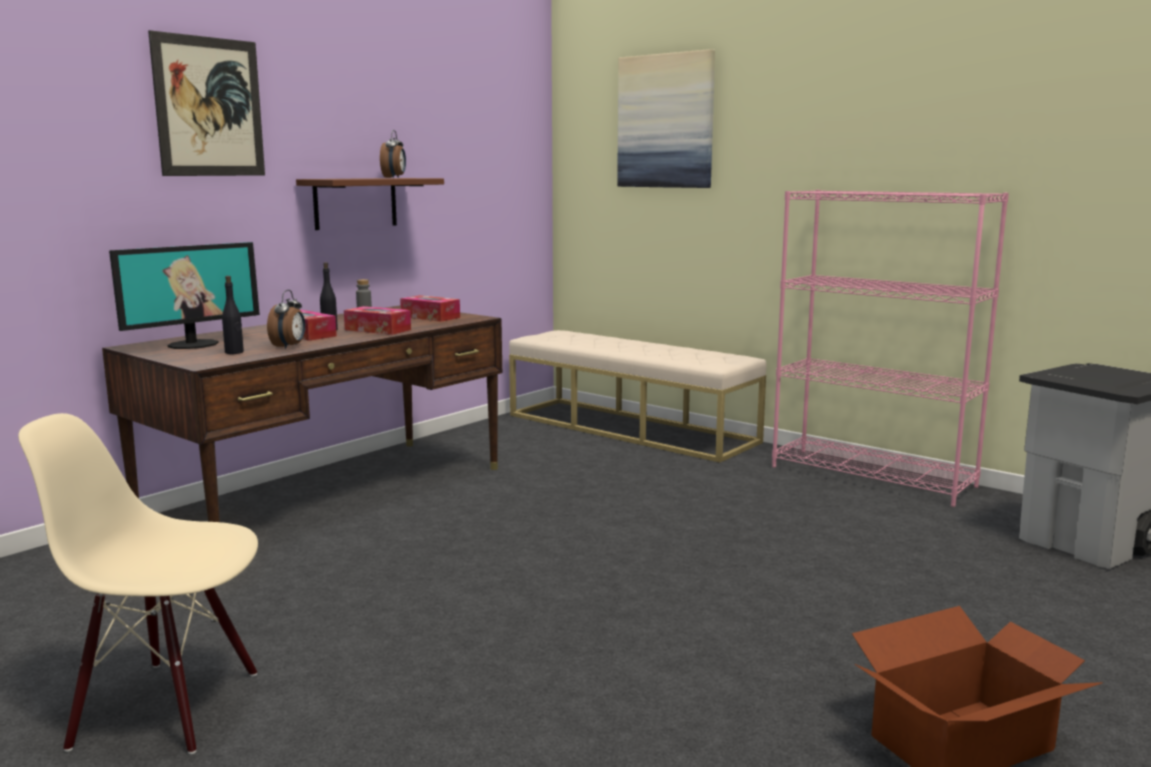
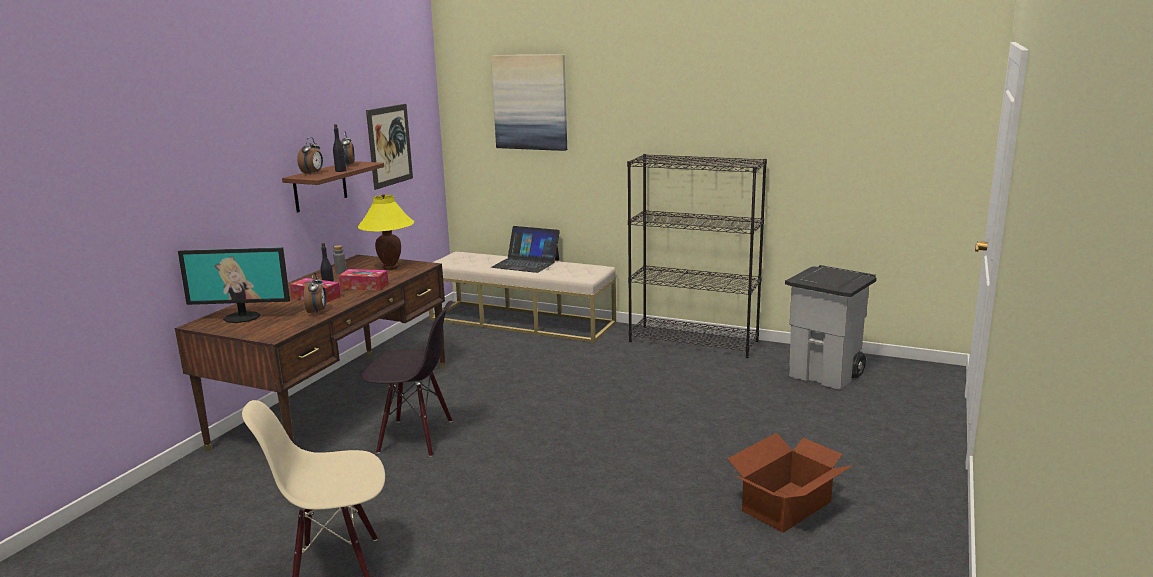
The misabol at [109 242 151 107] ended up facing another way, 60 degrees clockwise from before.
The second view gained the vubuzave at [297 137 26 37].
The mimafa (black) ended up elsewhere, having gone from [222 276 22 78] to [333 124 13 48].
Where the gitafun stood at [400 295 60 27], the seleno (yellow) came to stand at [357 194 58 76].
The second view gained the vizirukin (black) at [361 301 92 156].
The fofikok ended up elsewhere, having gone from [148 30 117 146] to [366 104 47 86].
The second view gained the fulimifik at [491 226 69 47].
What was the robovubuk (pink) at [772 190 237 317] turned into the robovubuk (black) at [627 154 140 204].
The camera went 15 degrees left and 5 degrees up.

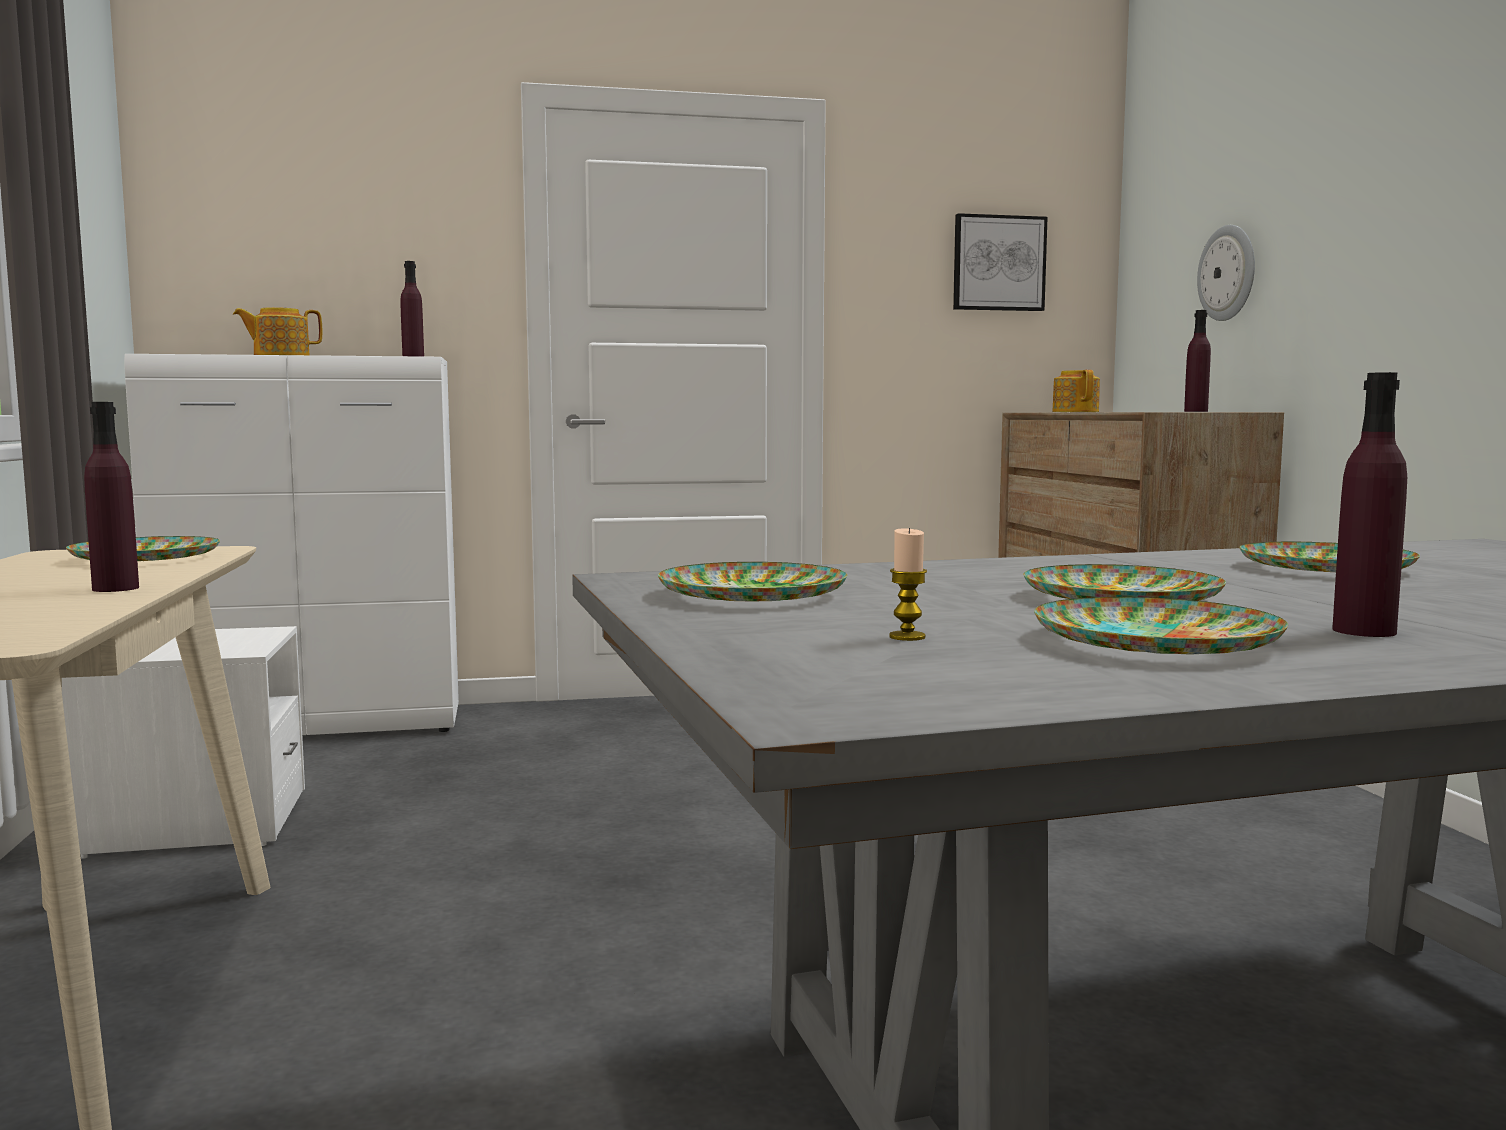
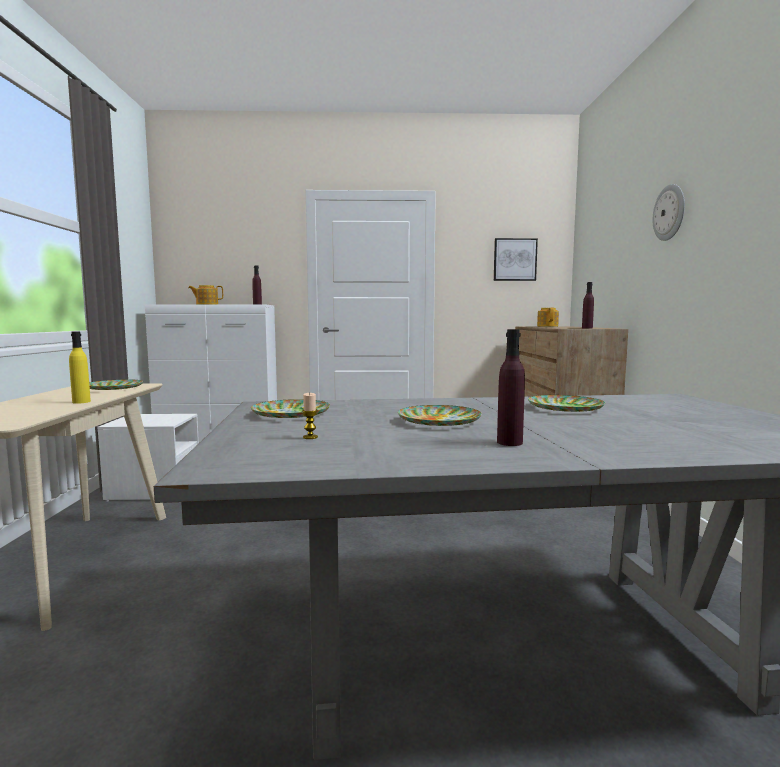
What was the mimafa (purple) at [84 402 55 190] turned into the mimafa (yellow) at [69 331 22 73].
The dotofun ended up elsewhere, having gone from [1197 225 58 96] to [653 184 32 57].
The second view lost the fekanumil at [1034 597 254 58].
The camera went 10 degrees right and 0 degrees up.

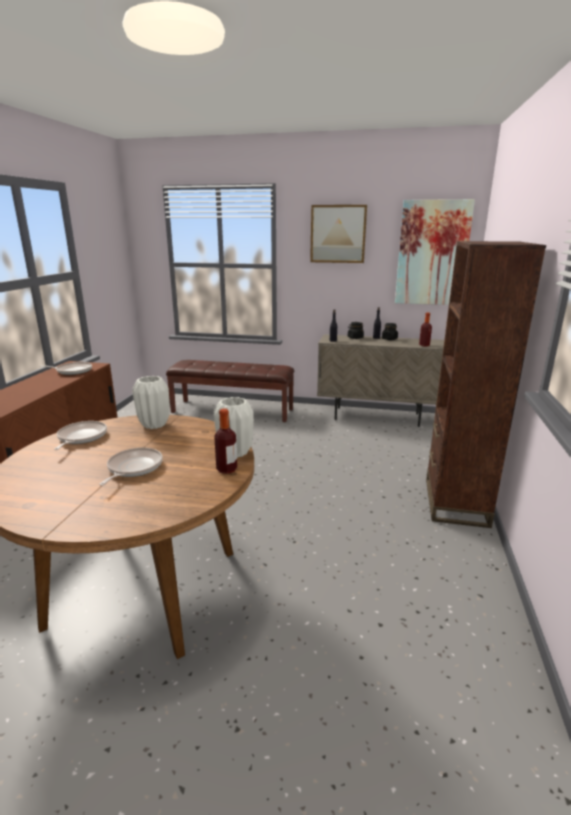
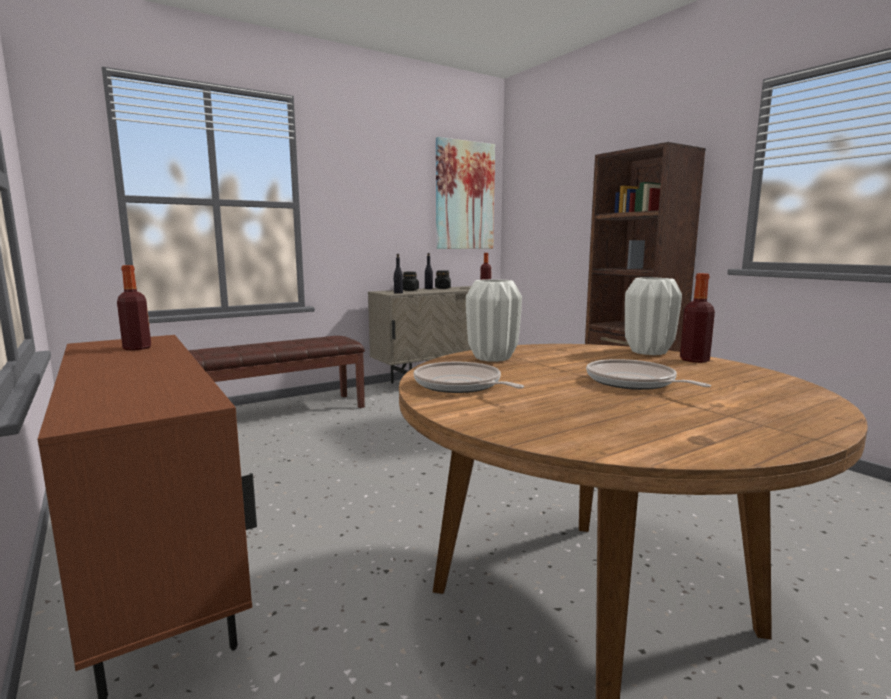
Where the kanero stood at [39 362 53 13], the mimafa came to stand at [117 265 34 85].
The second view lost the fofikok at [310 205 57 58].
The camera went 45 degrees left and 10 degrees down.

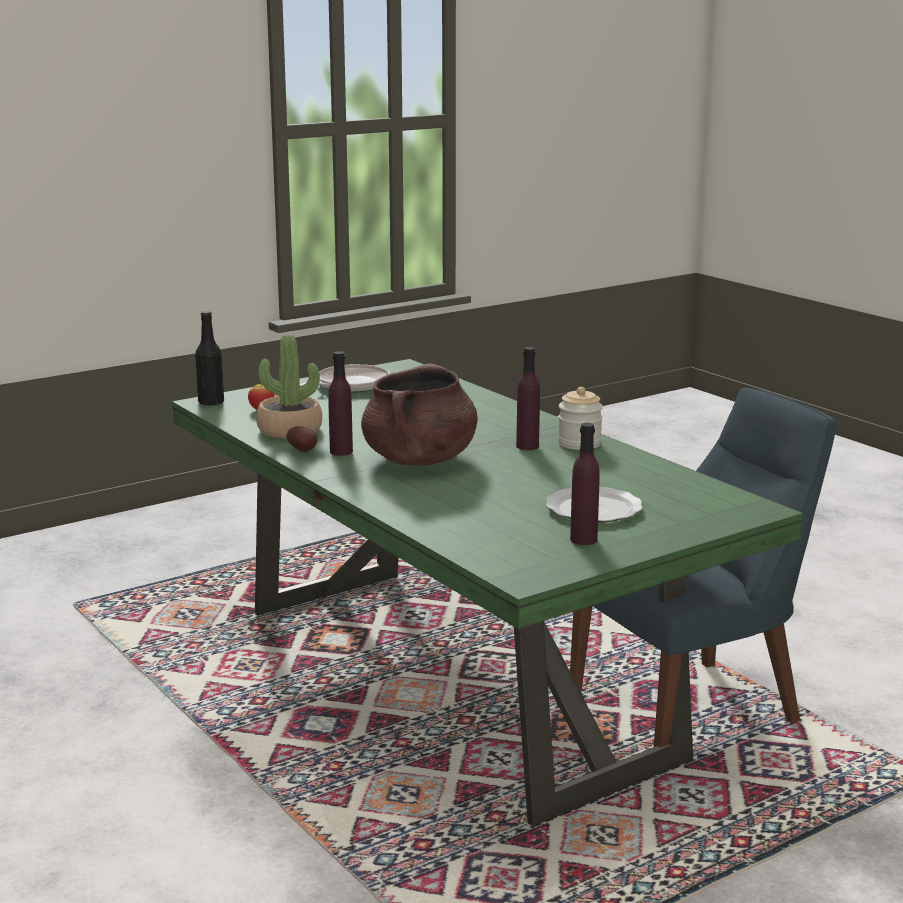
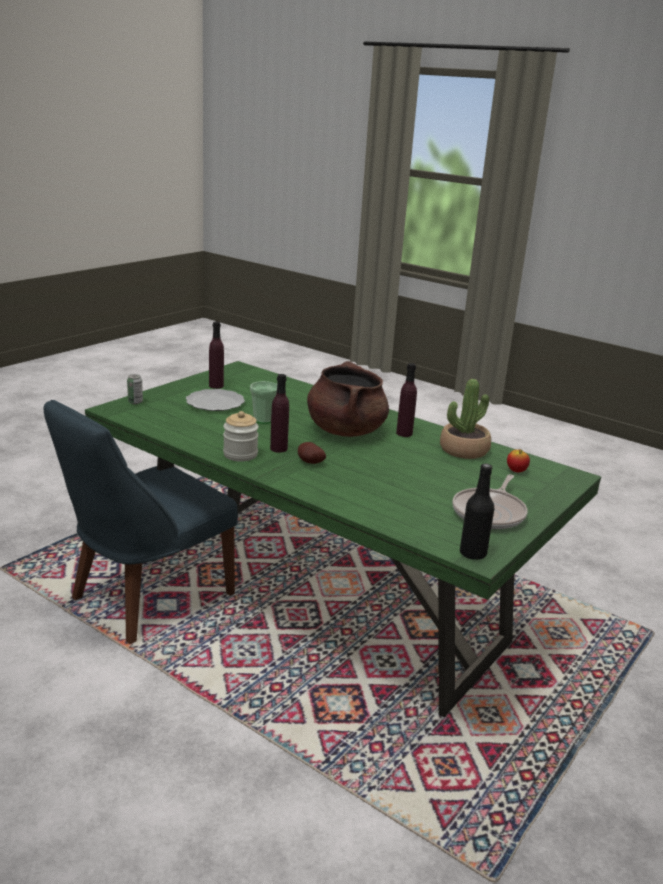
The second view gained the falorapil at [127 374 16 30].
The second view gained the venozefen at [250 381 27 43].
The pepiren ended up elsewhere, having gone from [286 426 32 26] to [298 442 28 22].
The mimafa (black) ended up elsewhere, having gone from [195 311 29 95] to [460 464 35 96].
The camera went 160 degrees right and 5 degrees up.

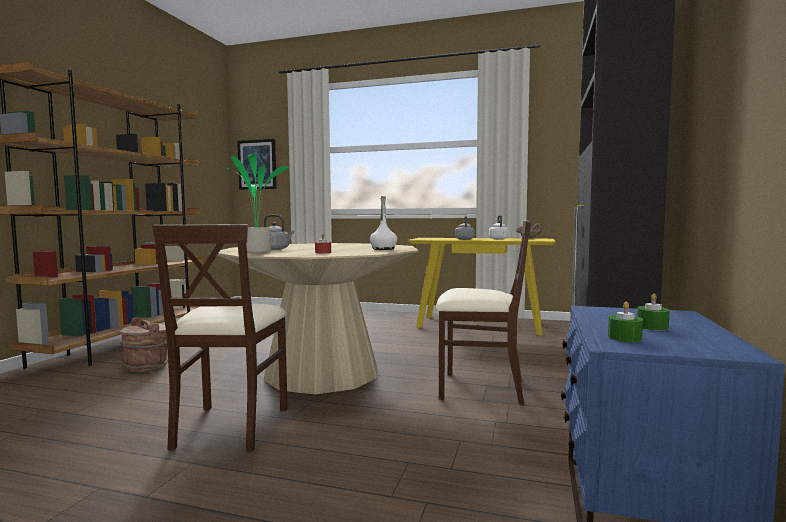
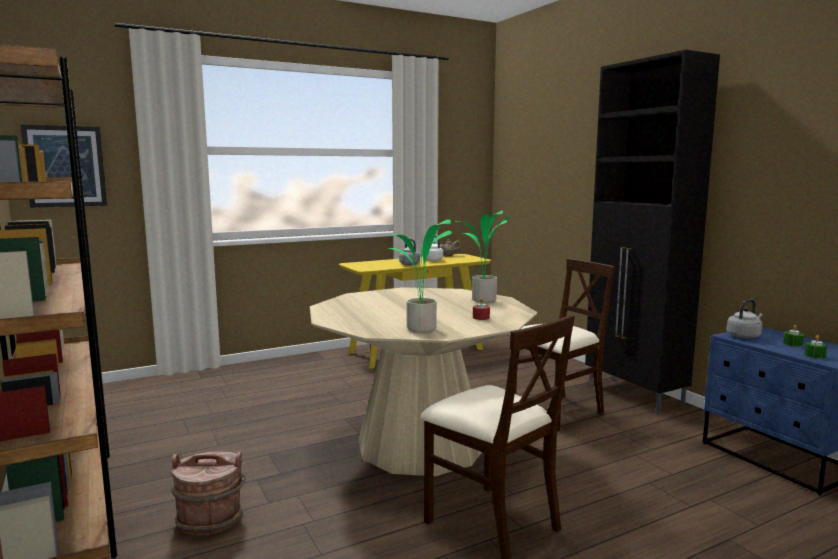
Where the mimafa (white) stood at [370 196 27 54], the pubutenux came to stand at [455 211 56 92].
The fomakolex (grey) ended up elsewhere, having gone from [264 215 30 35] to [727 299 36 40].
The camera went 45 degrees left and 5 degrees up.

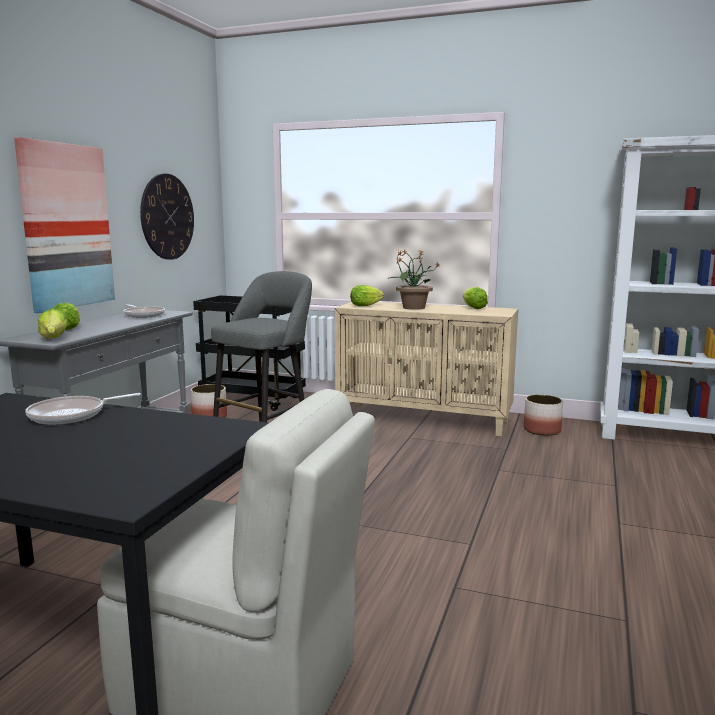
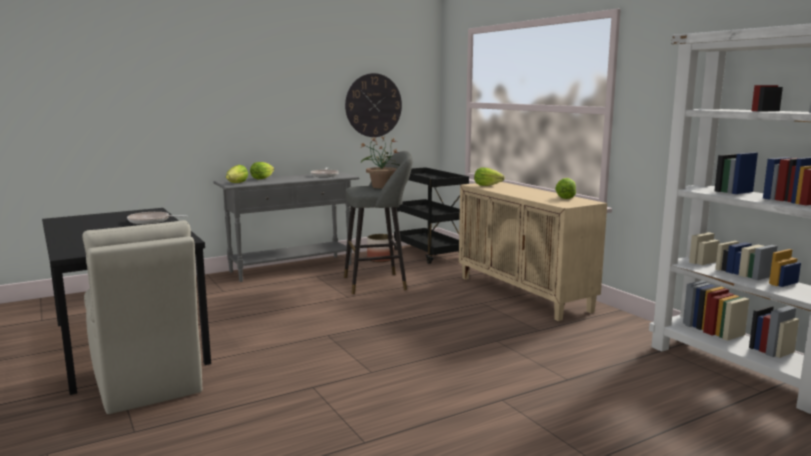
The pubutenux ended up elsewhere, having gone from [387 249 52 61] to [361 137 39 52].
The second view lost the fofikok at [14 137 101 176].
The second view lost the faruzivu at [524 395 39 41].
The camera went 40 degrees right and 0 degrees up.

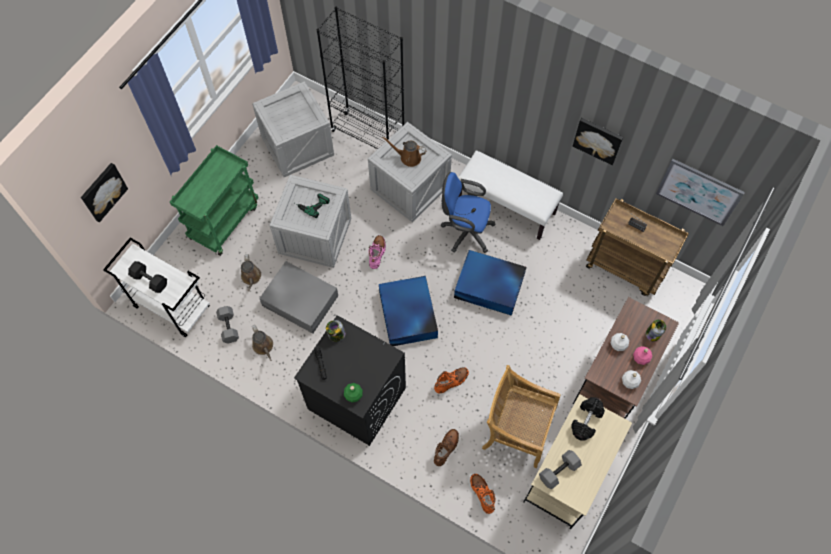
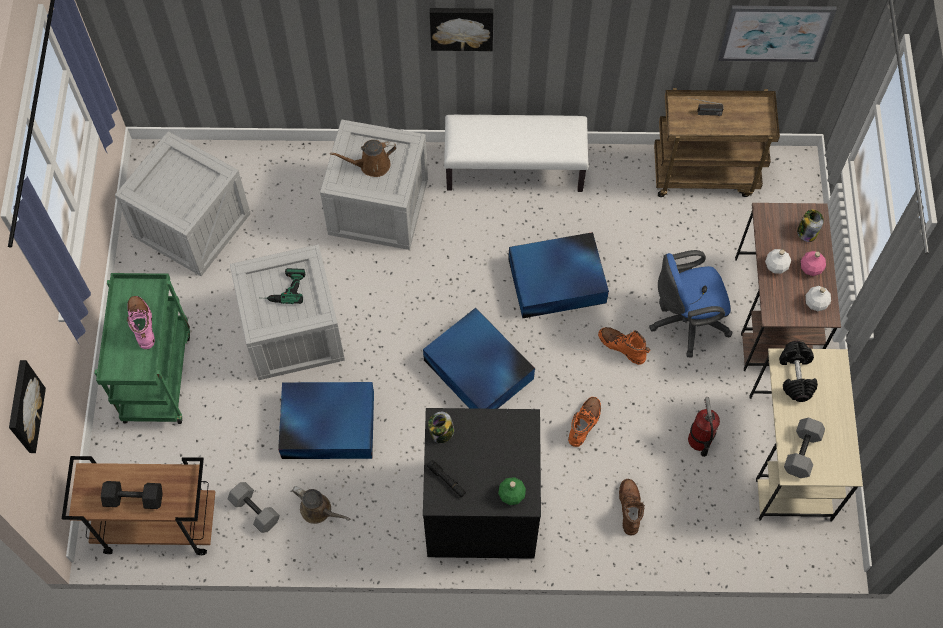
What was the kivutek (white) at [103 238 107 99] turned into the kivutek (brown) at [62 456 153 99].
The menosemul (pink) ended up elsewhere, having gone from [368 235 18 34] to [127 296 28 53].
What was the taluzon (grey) at [259 261 79 72] turned into the taluzon (blue) at [278 382 96 77].
The fofikok ended up elsewhere, having gone from [573 118 50 47] to [430 8 64 43].
The menosemul (orange) ended up elsewhere, having gone from [470 474 25 40] to [598 327 52 38].
The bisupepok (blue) ended up elsewhere, having gone from [441 172 55 81] to [649 250 84 108].
Where the vizirukin (beige) stood at [482 365 79 103], the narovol came to stand at [688 397 32 60].
The second view lost the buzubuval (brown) at [241 254 20 37].
The second view lost the robovubuk (black) at [317 7 87 142].
The camera went 30 degrees left and 0 degrees up.

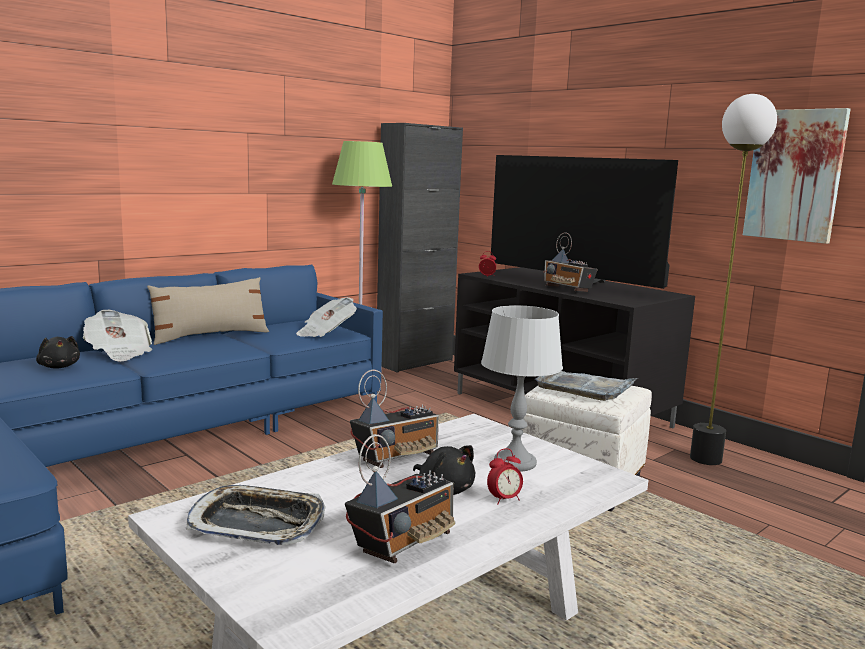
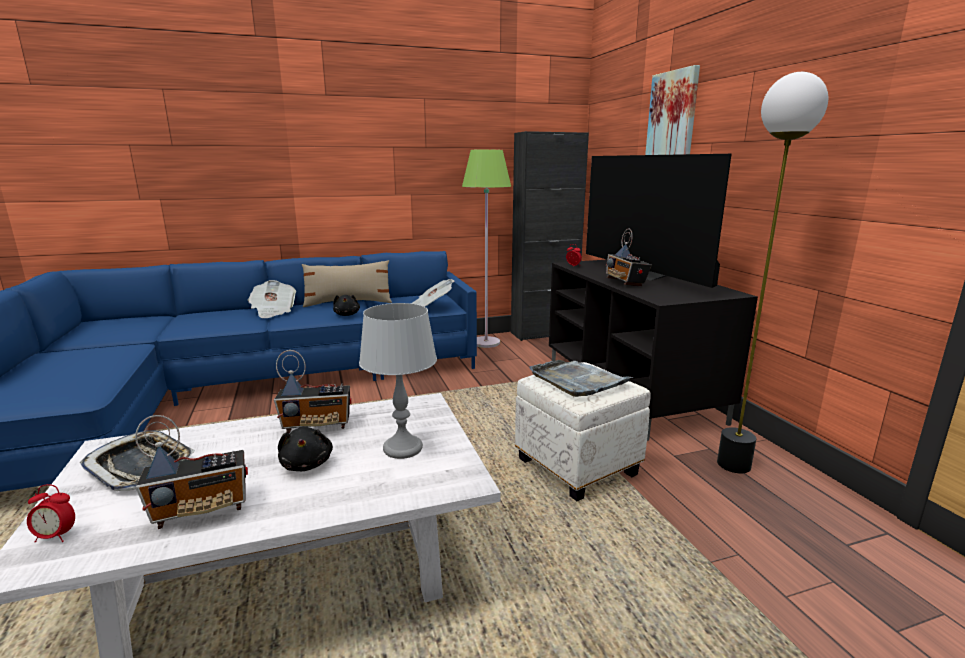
The vubuzave ended up elsewhere, having gone from [487 448 36 56] to [27 484 48 58].
The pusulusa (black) ended up elsewhere, having gone from [36 336 44 33] to [333 295 27 21].
The fofikok ended up elsewhere, having gone from [743 108 108 136] to [645 65 55 90].
The camera went 25 degrees right and 5 degrees up.

